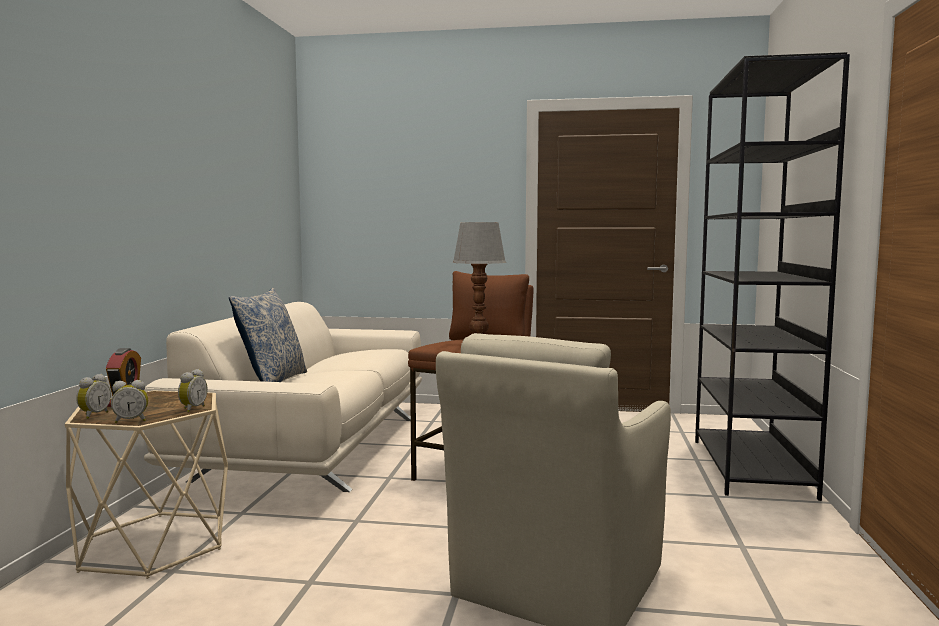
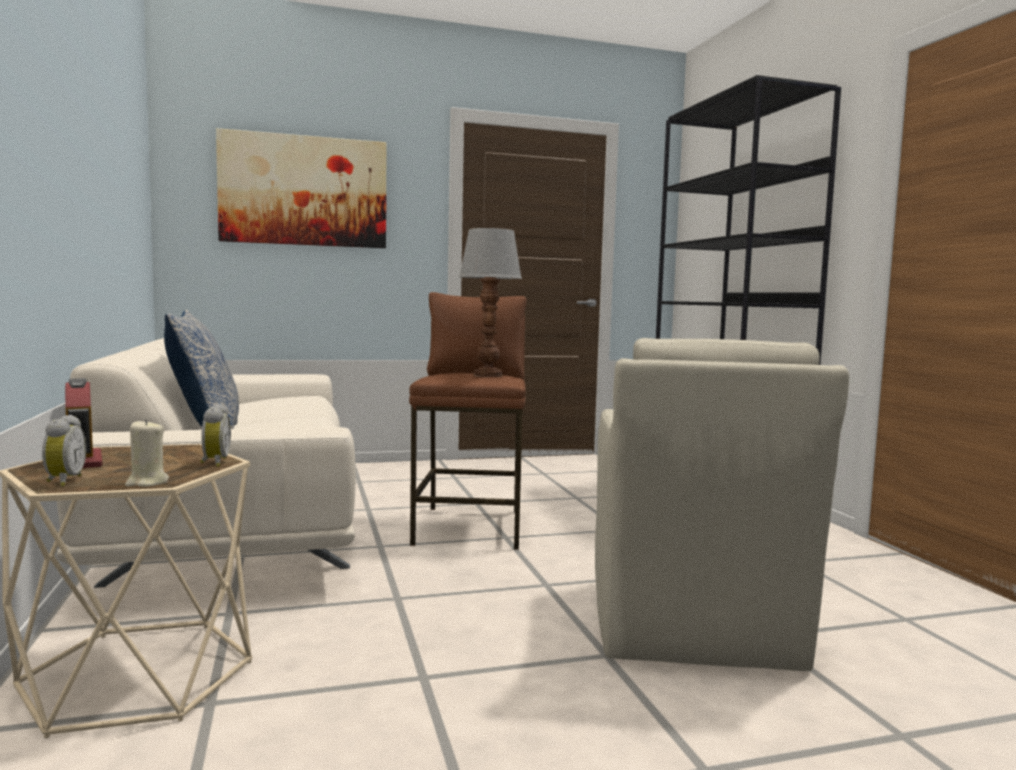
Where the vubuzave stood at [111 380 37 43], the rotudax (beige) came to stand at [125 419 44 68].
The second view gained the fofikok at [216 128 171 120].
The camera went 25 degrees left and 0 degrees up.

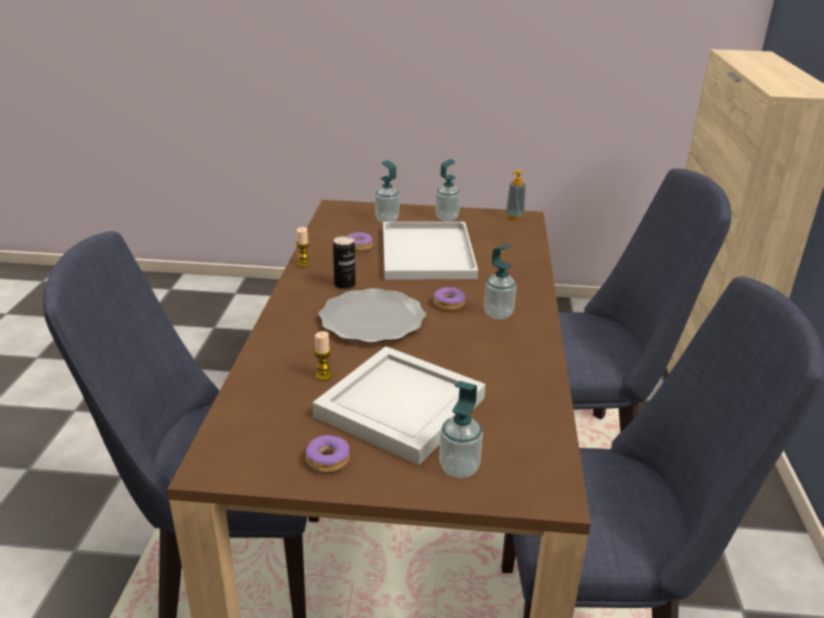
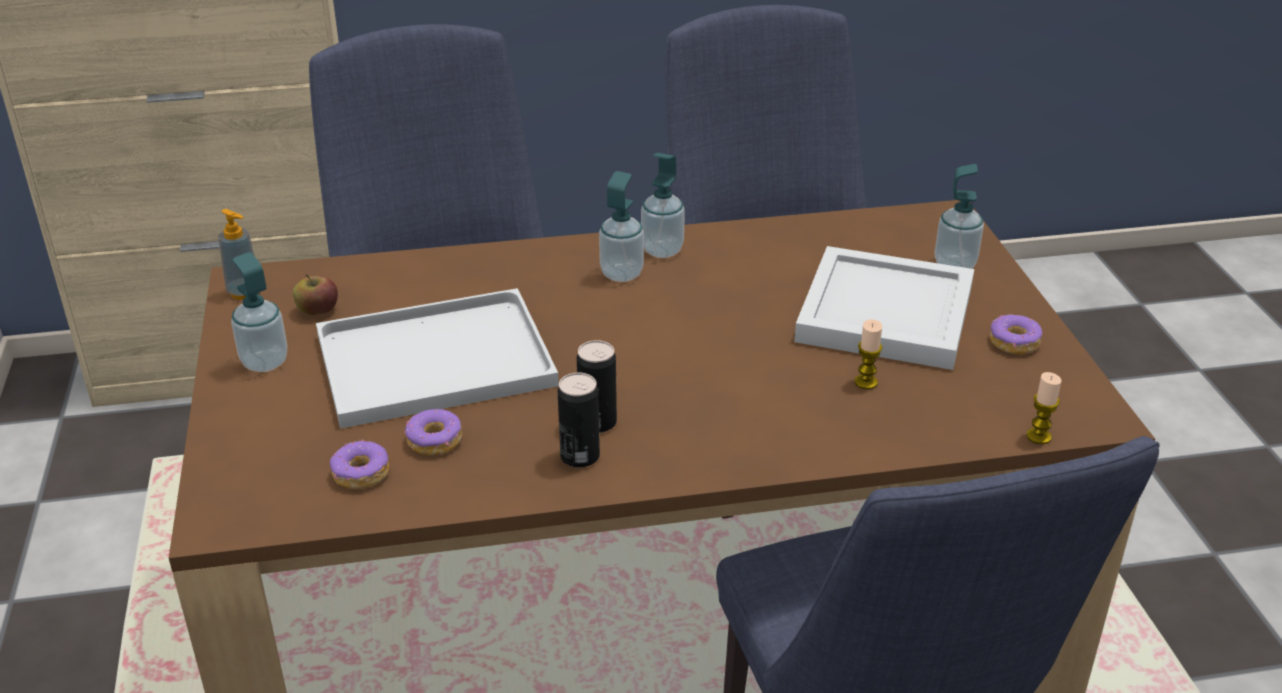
The second view gained the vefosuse at [293 274 45 41].
The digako ended up elsewhere, having gone from [434 287 31 23] to [330 440 59 50].
The second view gained the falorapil at [558 373 42 95].
The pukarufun ended up elsewhere, having gone from [375 160 25 63] to [641 153 44 105].
The rotudax ended up elsewhere, having gone from [296 227 14 40] to [1026 372 36 72].
The second view lost the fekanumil at [319 288 107 55].
The camera went 105 degrees left and 5 degrees up.

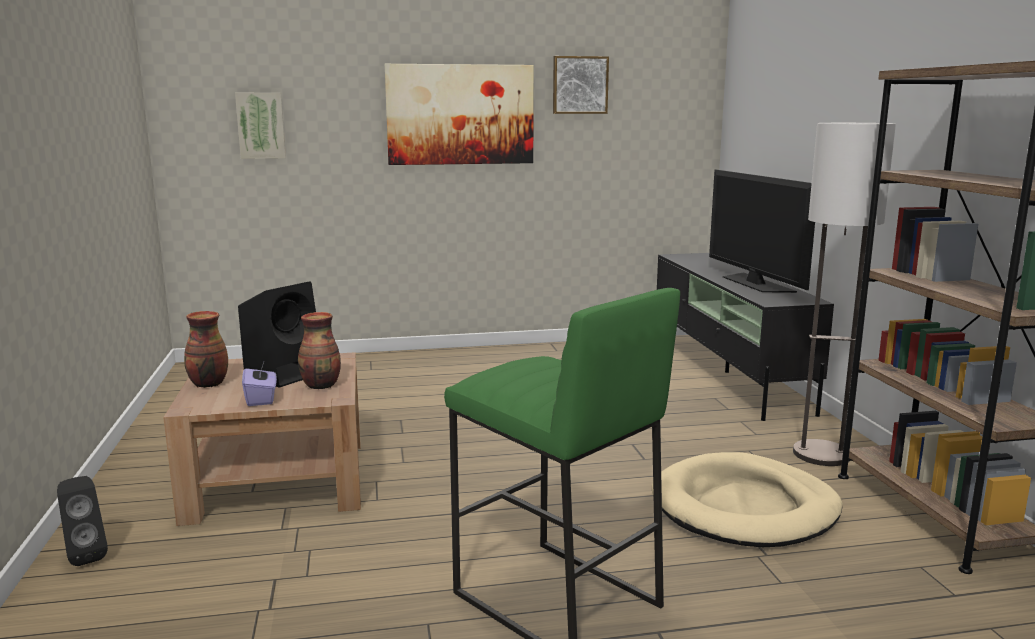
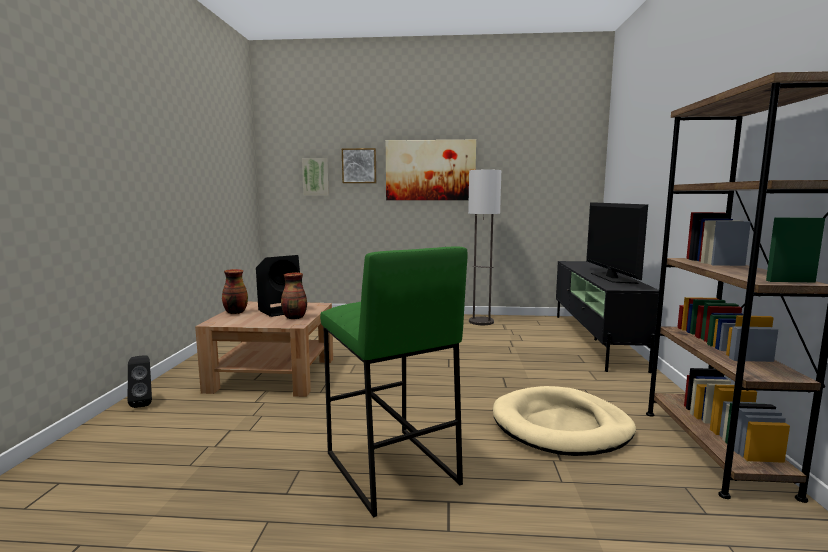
The fofikok ended up elsewhere, having gone from [553 56 56 58] to [342 148 34 35].
The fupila ended up elsewhere, having gone from [793 123 103 343] to [468 170 33 155].
The second view lost the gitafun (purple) at [242 360 35 46].
The camera went 15 degrees right and 5 degrees down.

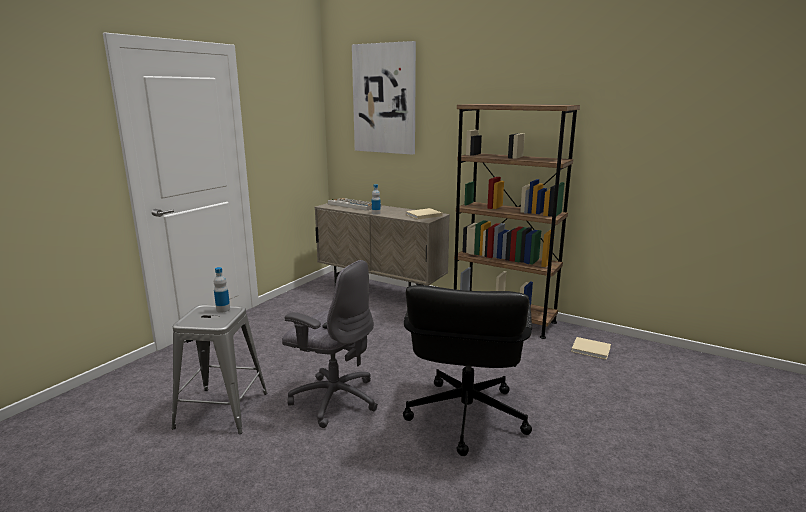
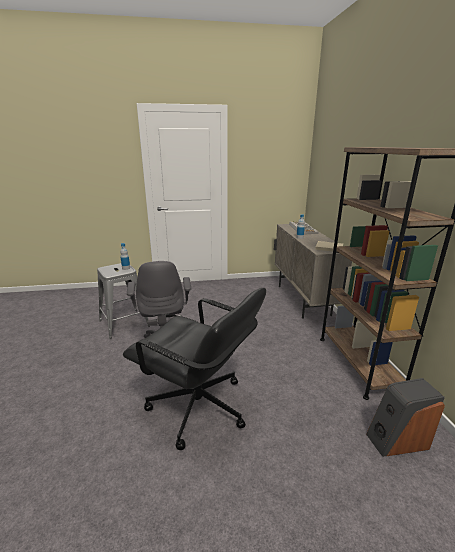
The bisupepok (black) at [403 285 129 171] ended up facing another way, 120 degrees counterclockwise from before.
Where the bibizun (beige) stood at [571 337 40 23], the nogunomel came to stand at [366 378 79 79].
The second view lost the fofikok at [352 41 64 114].
The camera went 50 degrees right and 5 degrees up.

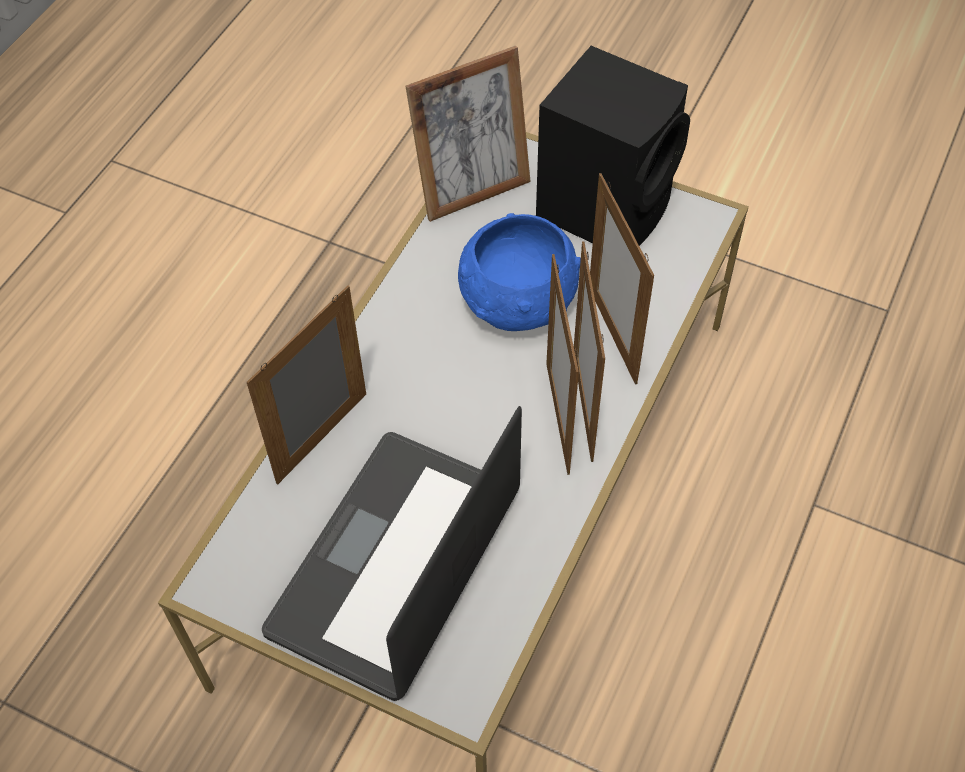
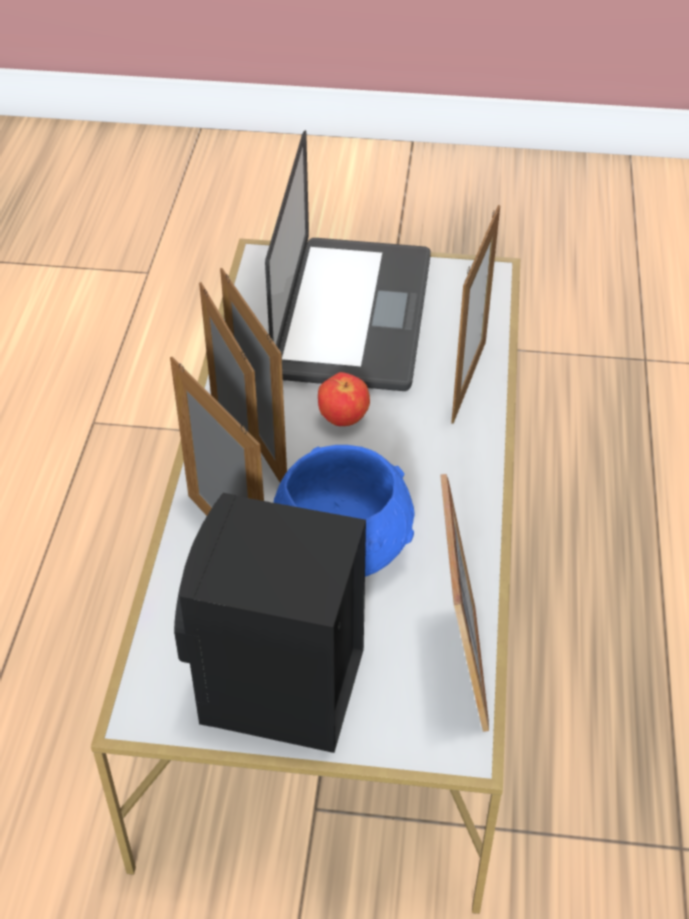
The second view gained the vefosuse at [318 372 52 54].
The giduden at [405 46 126 176] ended up facing another way, 135 degrees clockwise from before.
The camera went 160 degrees right and 10 degrees down.

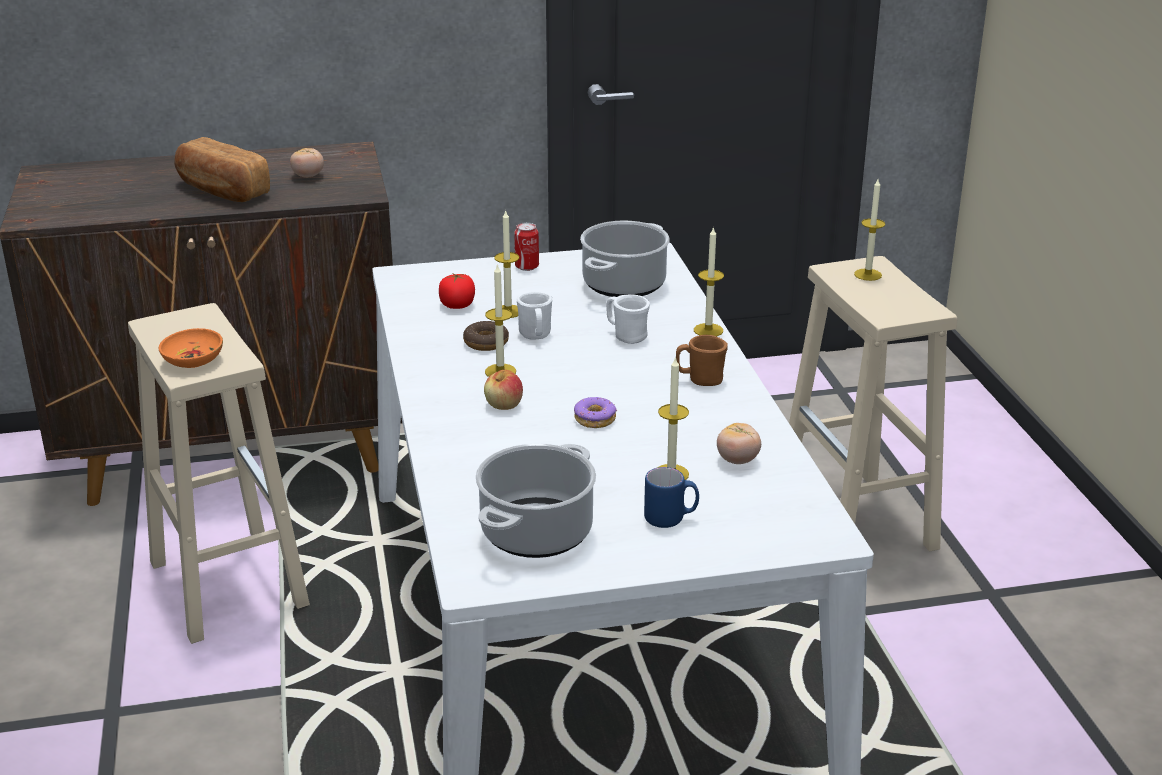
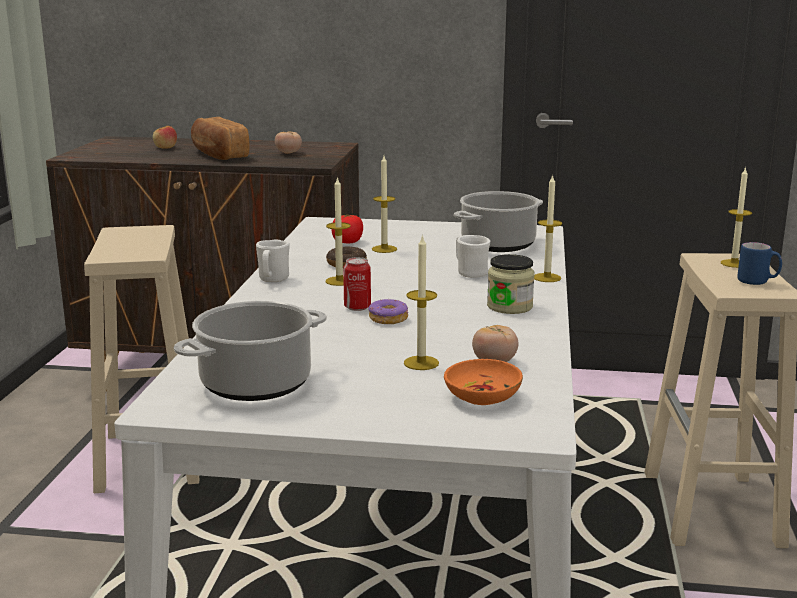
The vefosuse ended up elsewhere, having gone from [484 370 39 40] to [153 126 24 23].
The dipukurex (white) ended up elsewhere, having gone from [517 291 35 49] to [256 240 34 42].
The falorapil ended up elsewhere, having gone from [514 222 25 49] to [343 257 28 54].
The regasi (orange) ended up elsewhere, having gone from [159 328 64 40] to [444 359 79 46].
Where the dipukurex (brown) stood at [676 335 52 51], the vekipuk came to stand at [487 254 48 60].
The dipukurex (blue) ended up elsewhere, having gone from [644 467 55 61] to [737 242 45 43].
The camera went 20 degrees right and 10 degrees down.

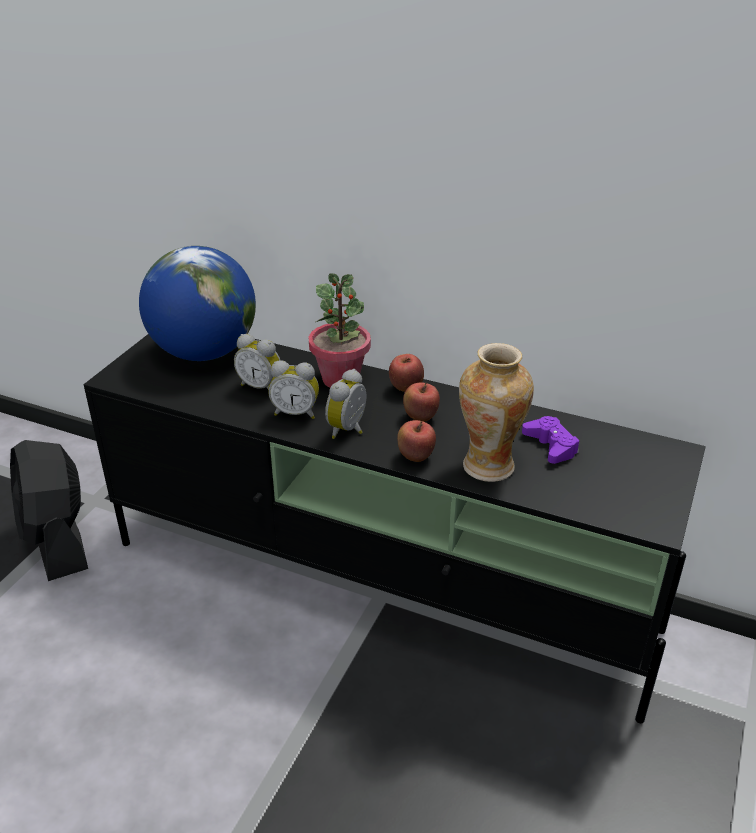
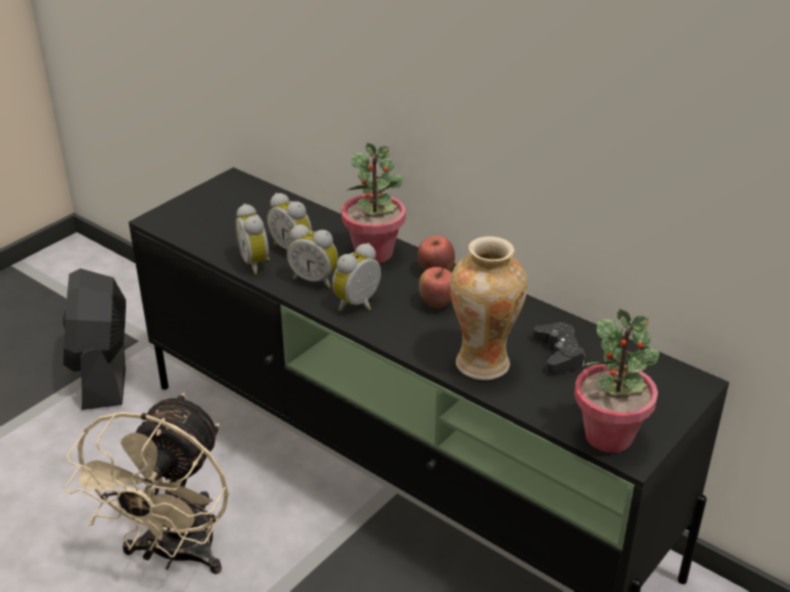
The second view gained the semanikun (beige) at [64 393 165 181].
The second view gained the vubuzave at [235 204 35 71].
What was the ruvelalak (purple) at [522 416 57 48] turned into the ruvelalak (black) at [533 322 52 50].
The second view gained the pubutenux at [574 309 85 144].
The second view lost the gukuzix at [139 246 117 115].
The second view lost the vefosuse at [397 420 39 42].
The camera went 15 degrees right and 0 degrees up.

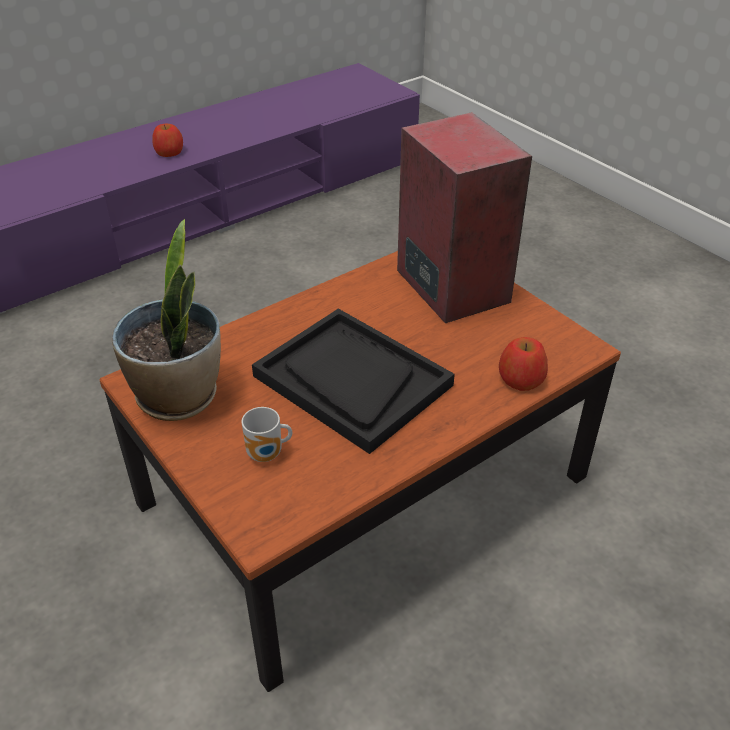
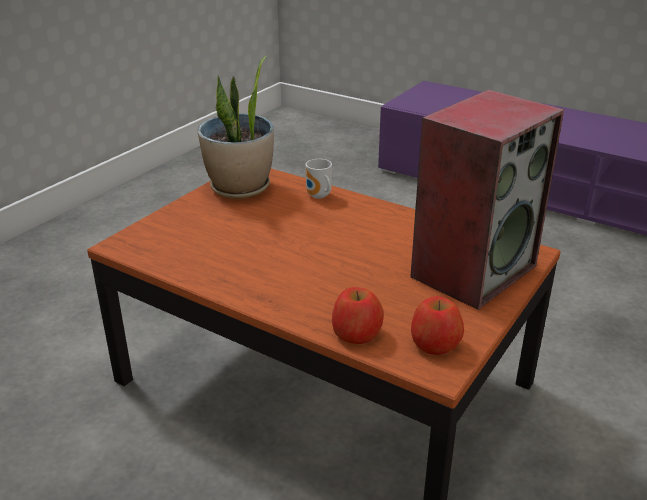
The dipukurex ended up elsewhere, having gone from [241 407 51 55] to [306 159 26 40].
The vefosuse ended up elsewhere, having gone from [152 123 31 34] to [411 296 53 59].
The second view lost the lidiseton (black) at [252 309 203 145].
The camera went 70 degrees right and 10 degrees down.

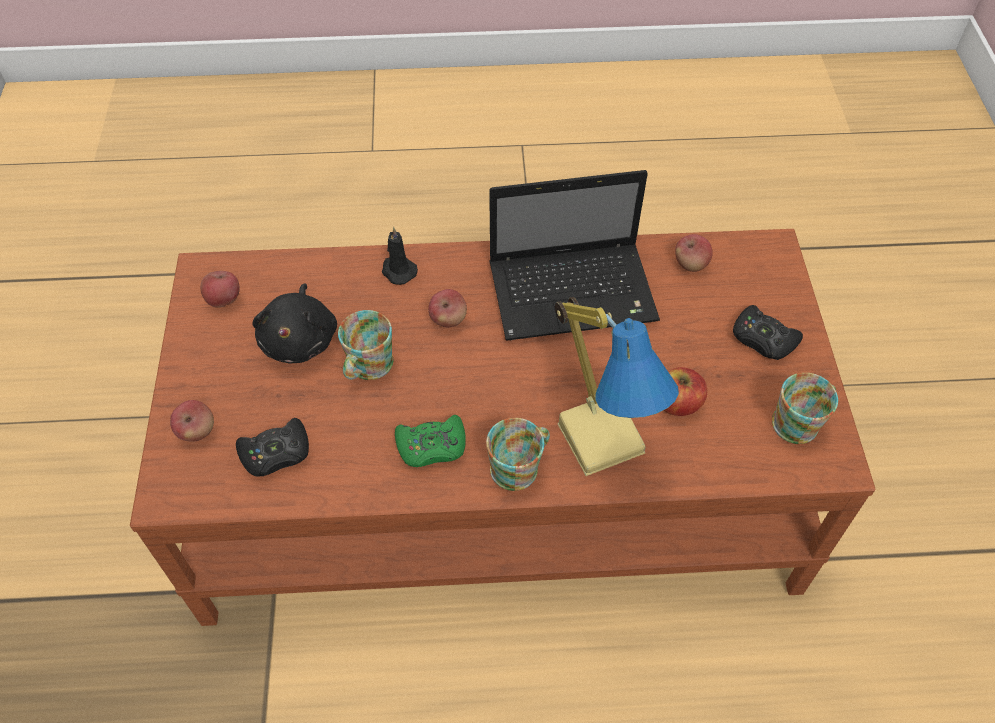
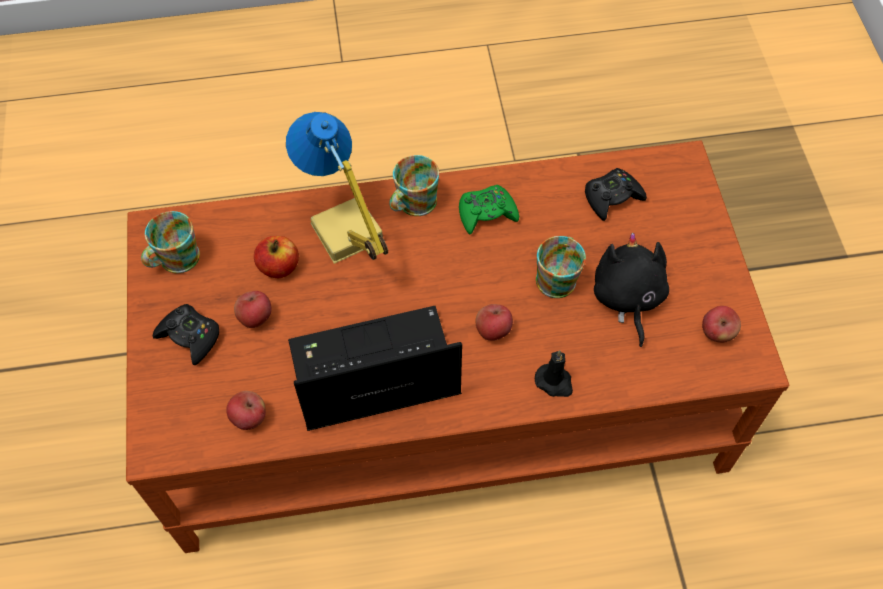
The vefosuse ended up elsewhere, having gone from [170 400 44 42] to [234 291 37 37].
The camera went 175 degrees right and 5 degrees up.

